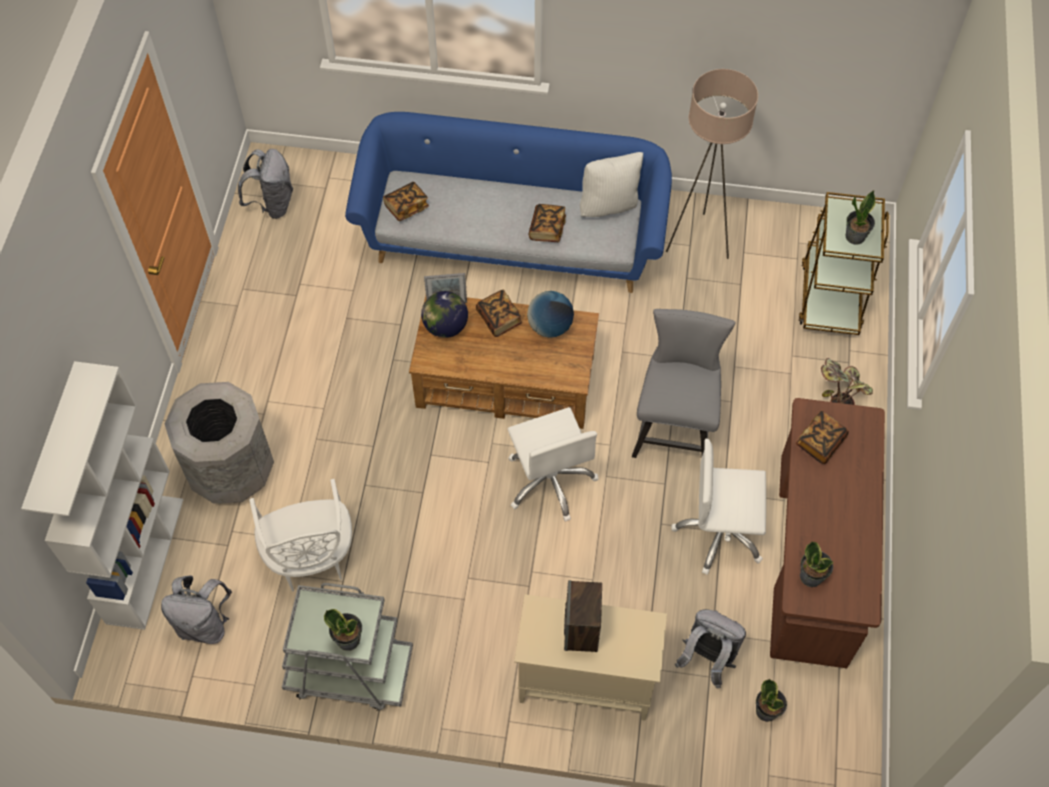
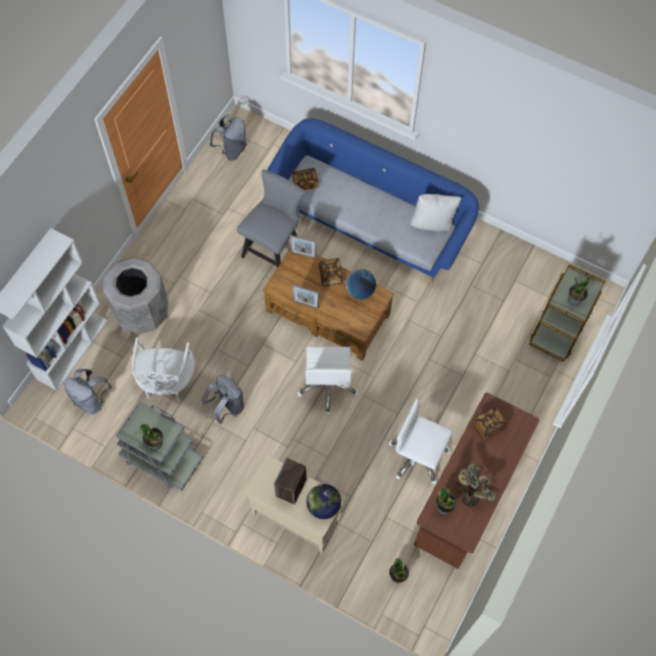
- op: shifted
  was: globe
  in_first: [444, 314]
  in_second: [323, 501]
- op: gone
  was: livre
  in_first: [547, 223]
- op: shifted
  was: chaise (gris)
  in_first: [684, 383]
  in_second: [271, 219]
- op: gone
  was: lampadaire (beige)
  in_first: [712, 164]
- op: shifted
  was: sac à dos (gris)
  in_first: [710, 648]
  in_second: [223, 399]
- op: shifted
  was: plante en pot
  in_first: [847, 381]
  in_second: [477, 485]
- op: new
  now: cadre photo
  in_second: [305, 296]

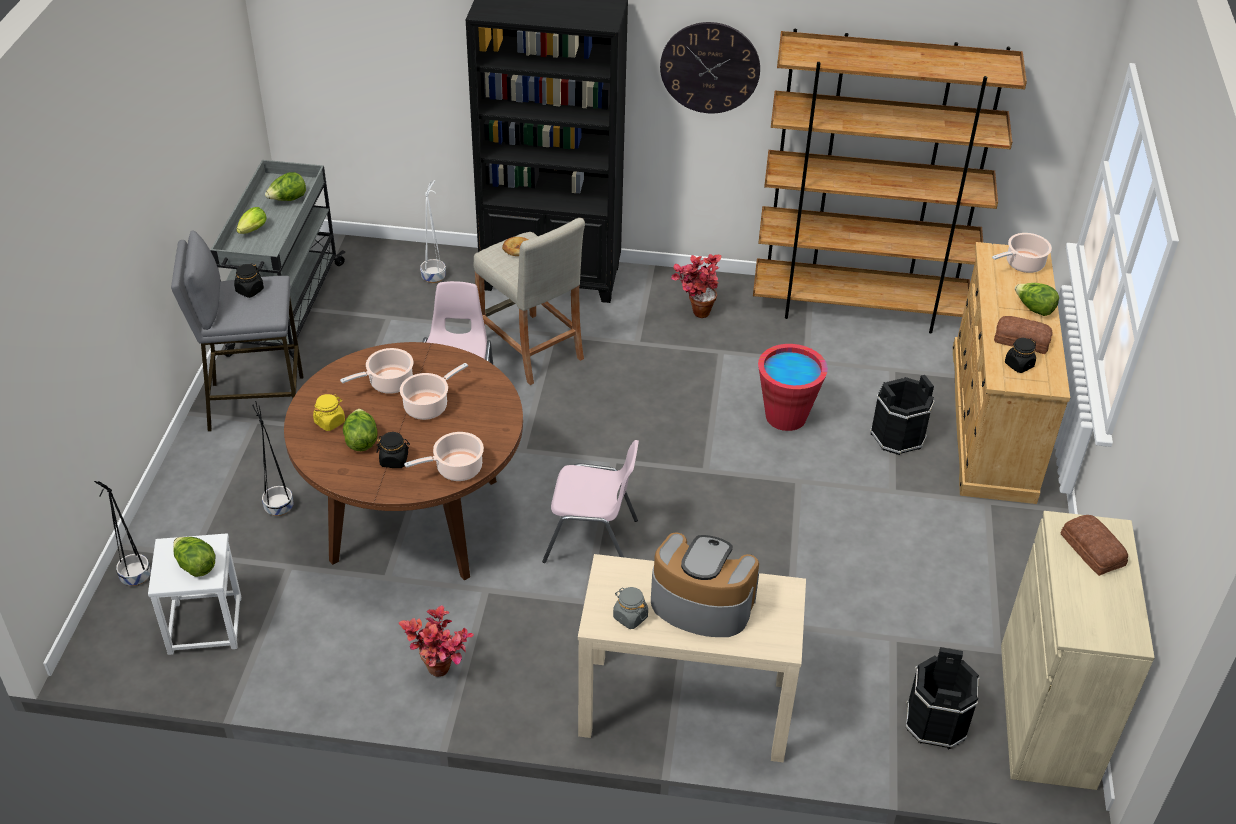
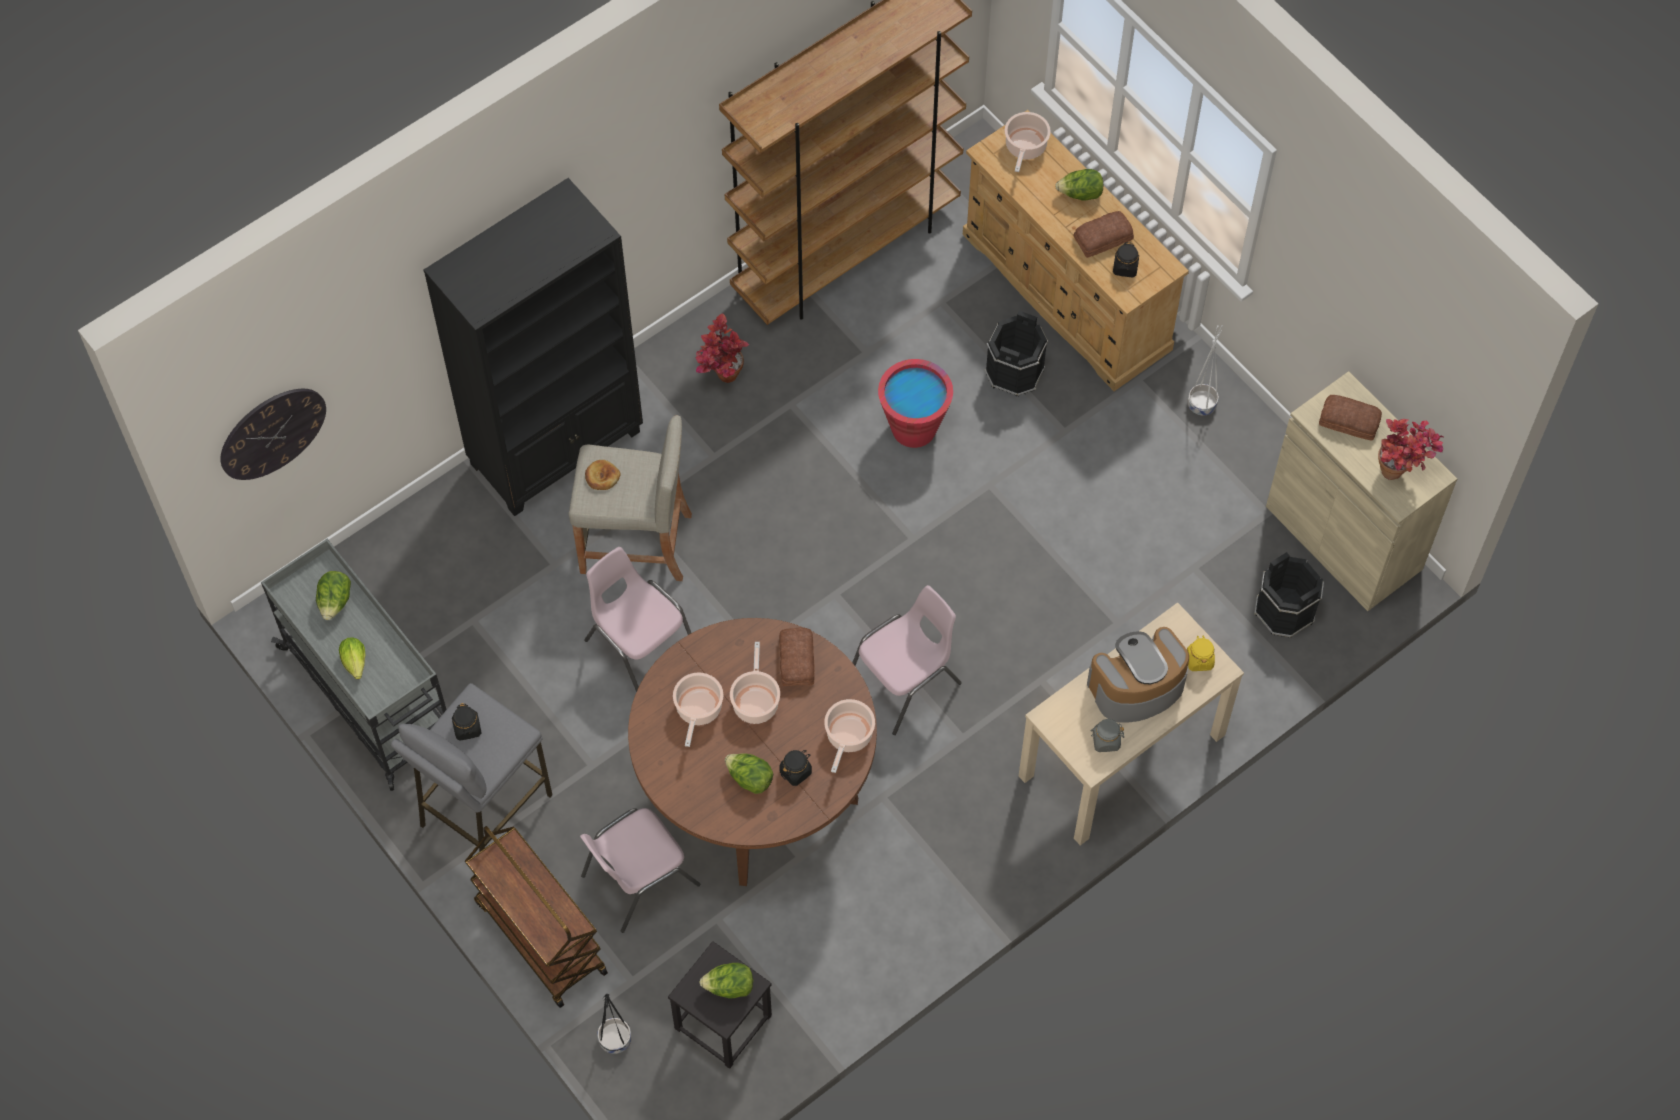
- op: repainted
  was: tabouret (blanc)
  now: tabouret (noir)
  in_first: [194, 594]
  in_second: [720, 1005]
- op: swapped
  was: cache-pot (noir)
  now: chaise (rose)
  in_first: [272, 458]
  in_second: [640, 870]
- op: shifted
  was: bocal (jaune)
  in_first: [329, 412]
  in_second: [1201, 653]
- op: shifted
  was: plante en pot
  in_first: [436, 641]
  in_second: [1410, 449]
- op: shifted
  was: cache-pot (blanc)
  in_first: [433, 231]
  in_second: [1205, 370]
- op: shifted
  was: horloge murale
  in_first: [710, 67]
  in_second: [273, 434]
- op: new
  now: chariot (marron)
  in_second: [536, 917]
- op: new
  now: pain
  in_second: [797, 657]

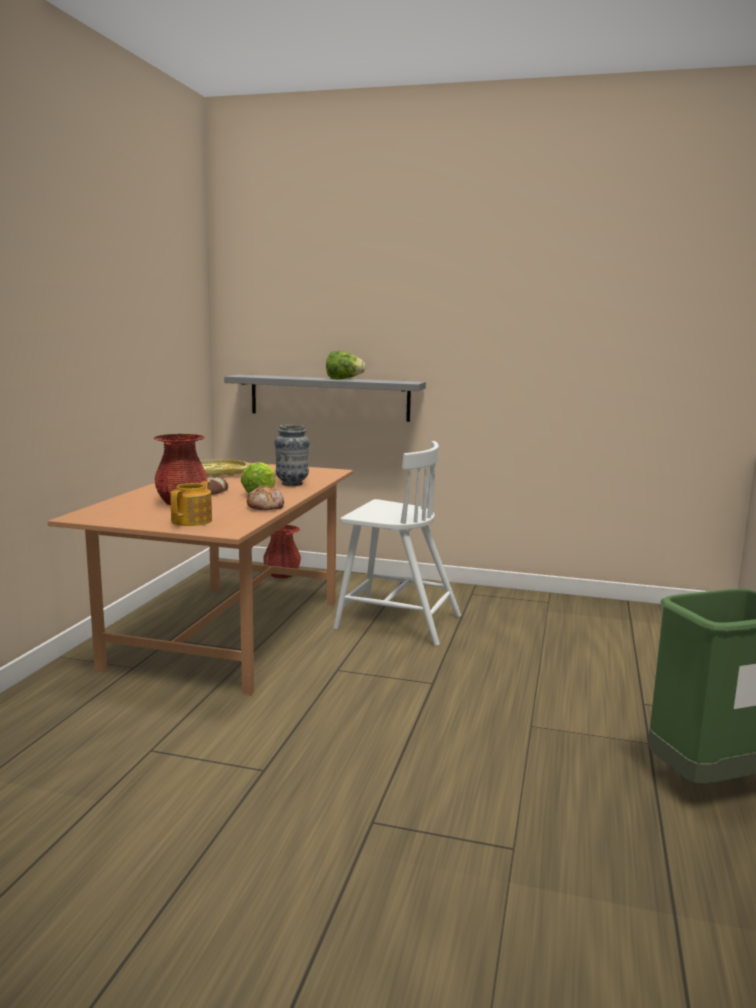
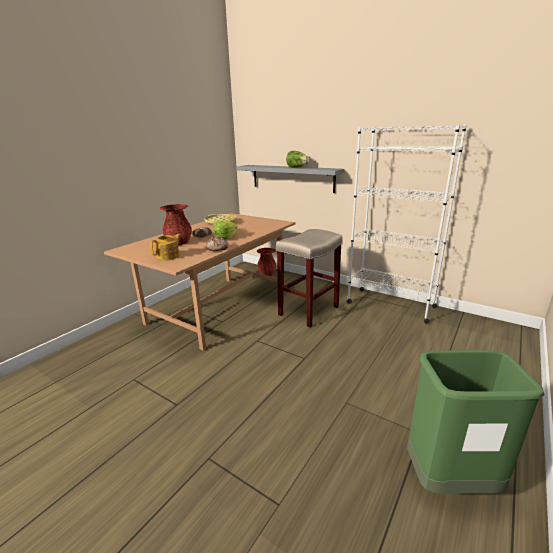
- op: gone
  was: vase
  in_first: [292, 455]
- op: swapped
  was: chaise (blanc)
  now: tabouret (beige)
  in_first: [397, 543]
  in_second: [309, 278]
- op: new
  now: bibliothèque (blanc)
  in_second: [407, 224]

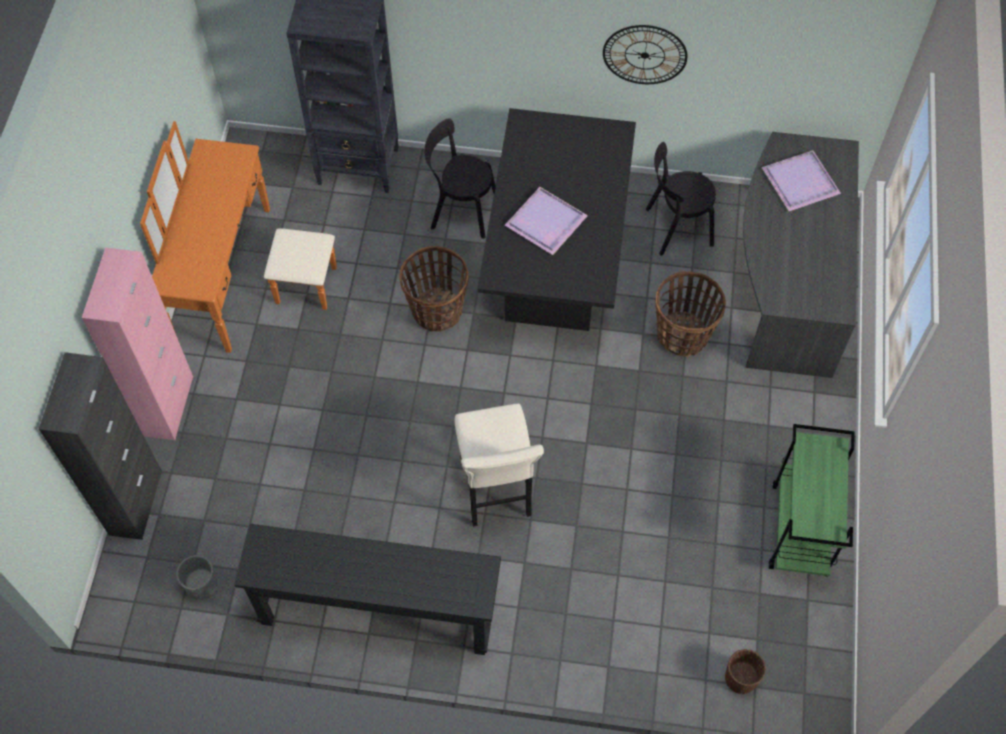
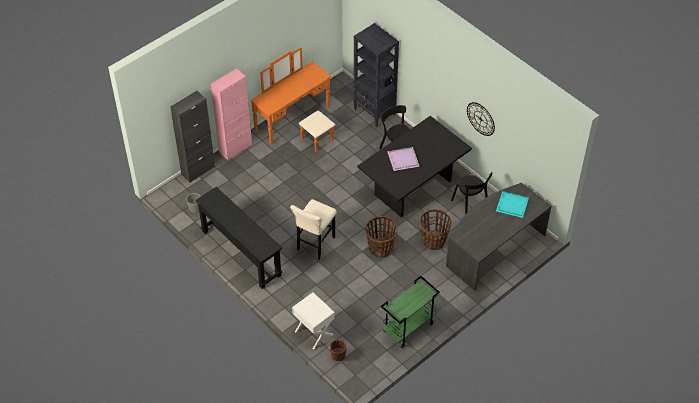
- op: shifted
  was: panier
  in_first: [434, 289]
  in_second: [382, 236]
- op: rotated
  was: chaise (noir)
  in_first: [681, 199]
  in_second: [471, 193]
  clockwise: -150
- op: repainted
  was: plateau (violet)
  now: plateau (turquoise)
  in_first: [801, 180]
  in_second: [512, 204]
- op: new
  now: table de chevet (blanc)
  in_second: [313, 321]

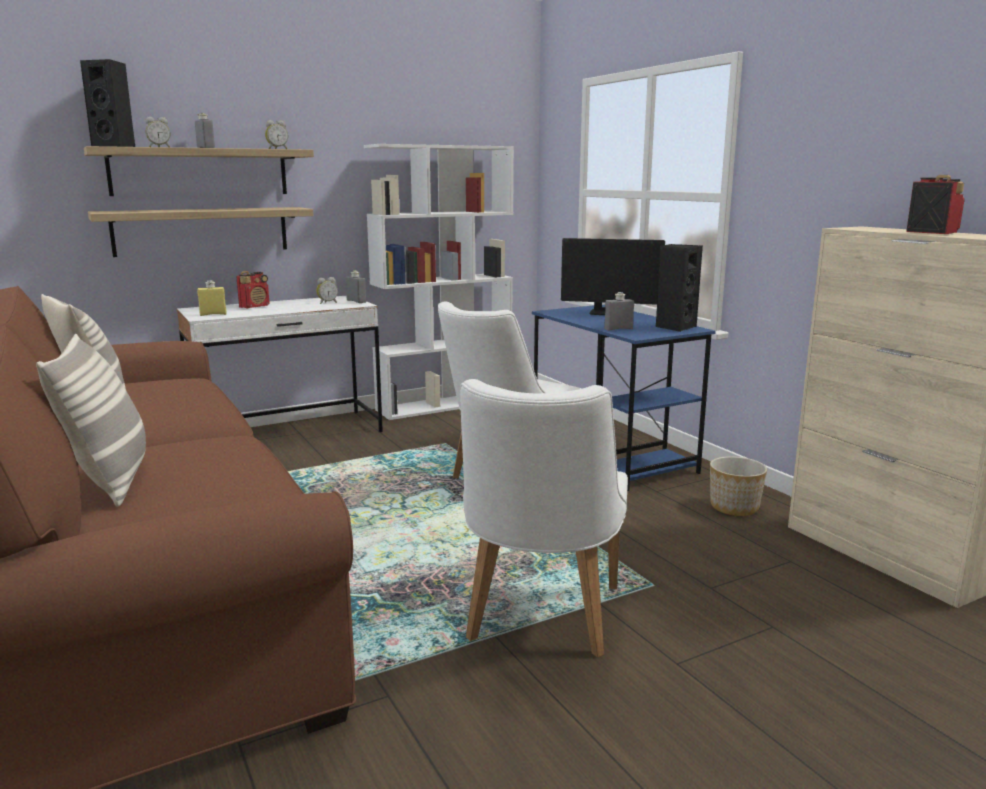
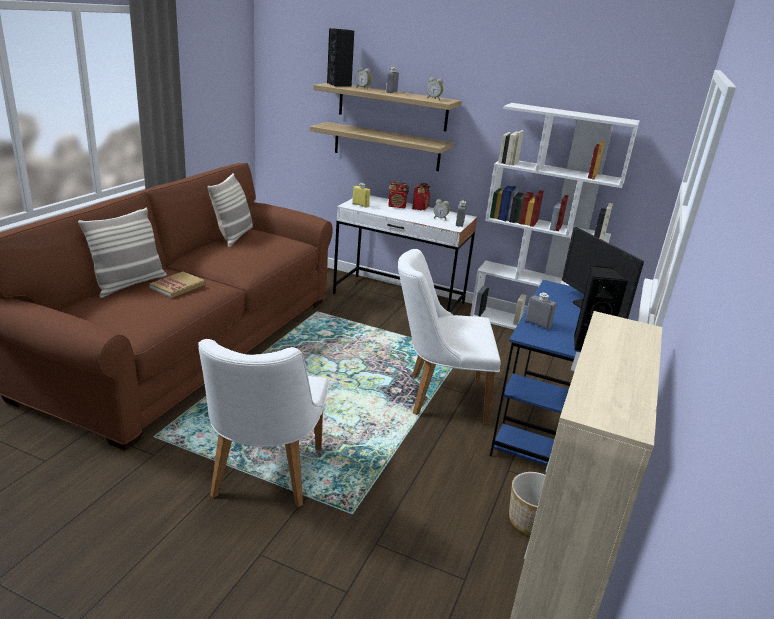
- op: rotated
  was: chaise (blanc)
  in_first: [544, 518]
  in_second: [263, 423]
  clockwise: -60
- op: shifted
  was: radio
  in_first: [935, 204]
  in_second: [421, 197]
- op: new
  now: livre
  in_second: [177, 285]

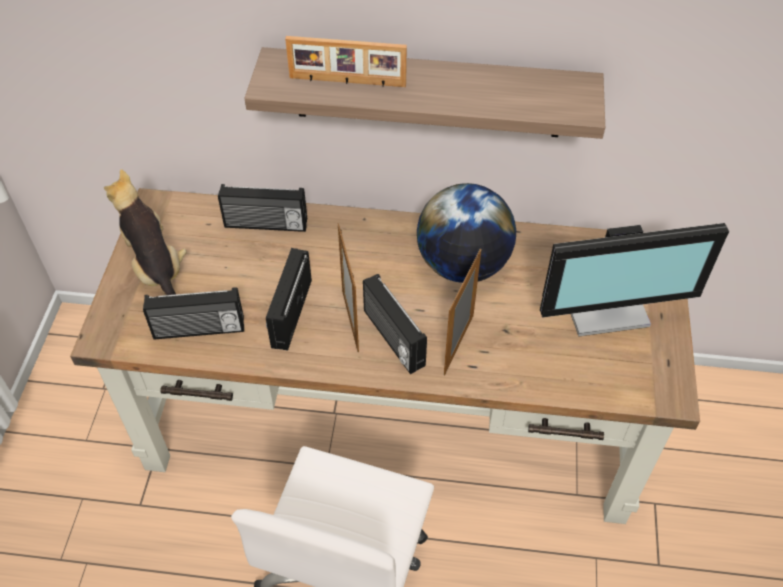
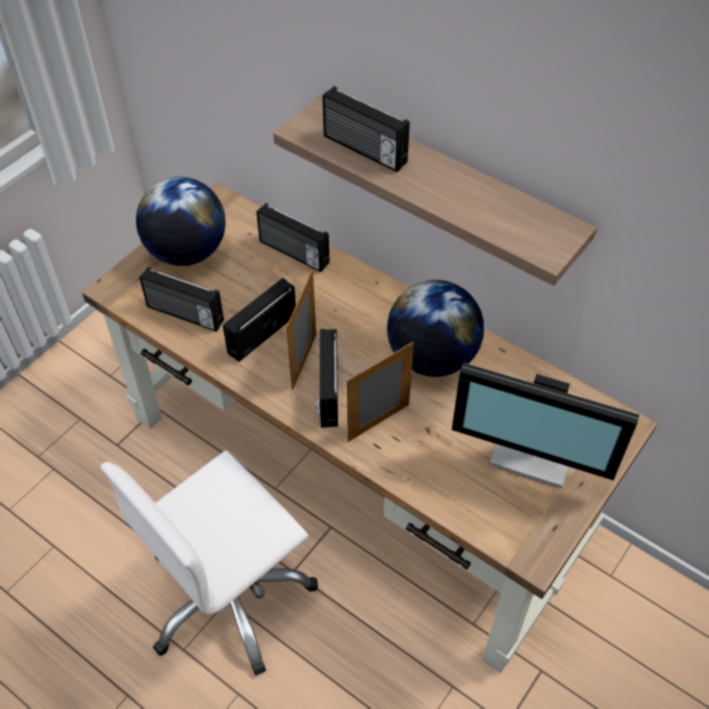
- op: swapped
  was: peluche
  now: globe
  in_first: [145, 232]
  in_second: [180, 221]
- op: swapped
  was: cadre photo
  now: radio
  in_first: [346, 61]
  in_second: [366, 129]

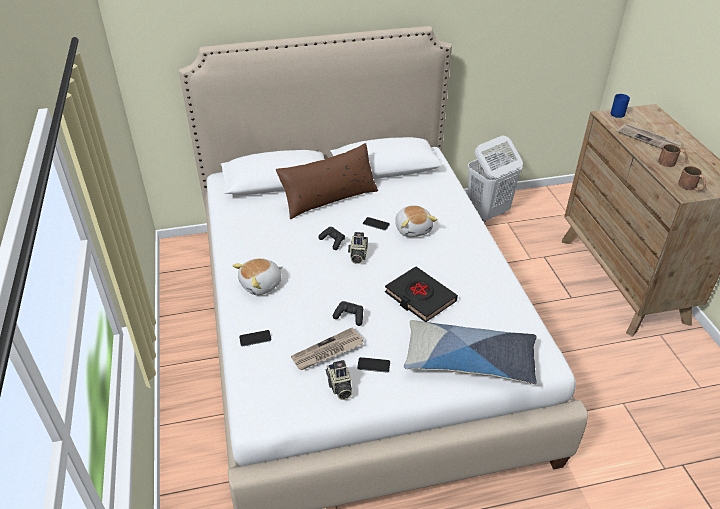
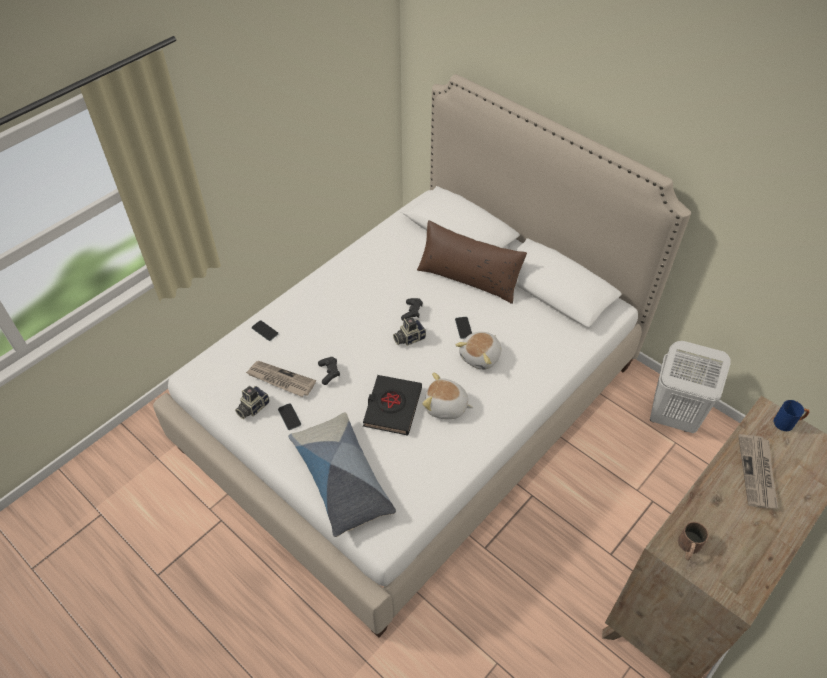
- op: shifted
  was: peluche
  in_first: [257, 276]
  in_second: [447, 395]
- op: gone
  was: mug (marron)
  in_first: [673, 155]

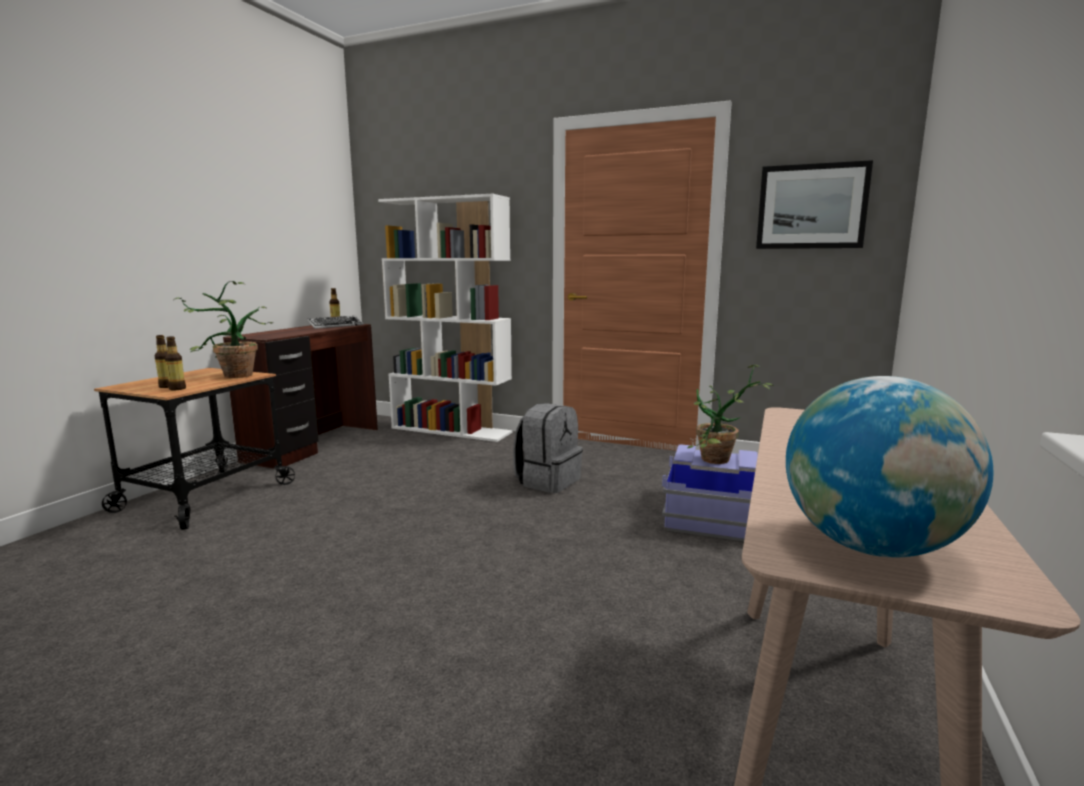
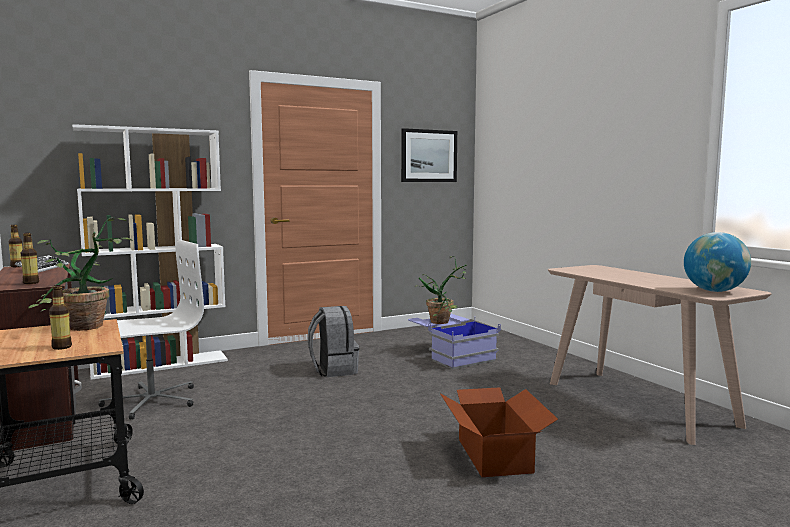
- op: shifted
  was: bouteille
  in_first: [175, 363]
  in_second: [30, 258]
- op: new
  now: chaise de bureau (blanc)
  in_second: [151, 330]
- op: new
  now: carton
  in_second: [499, 432]

